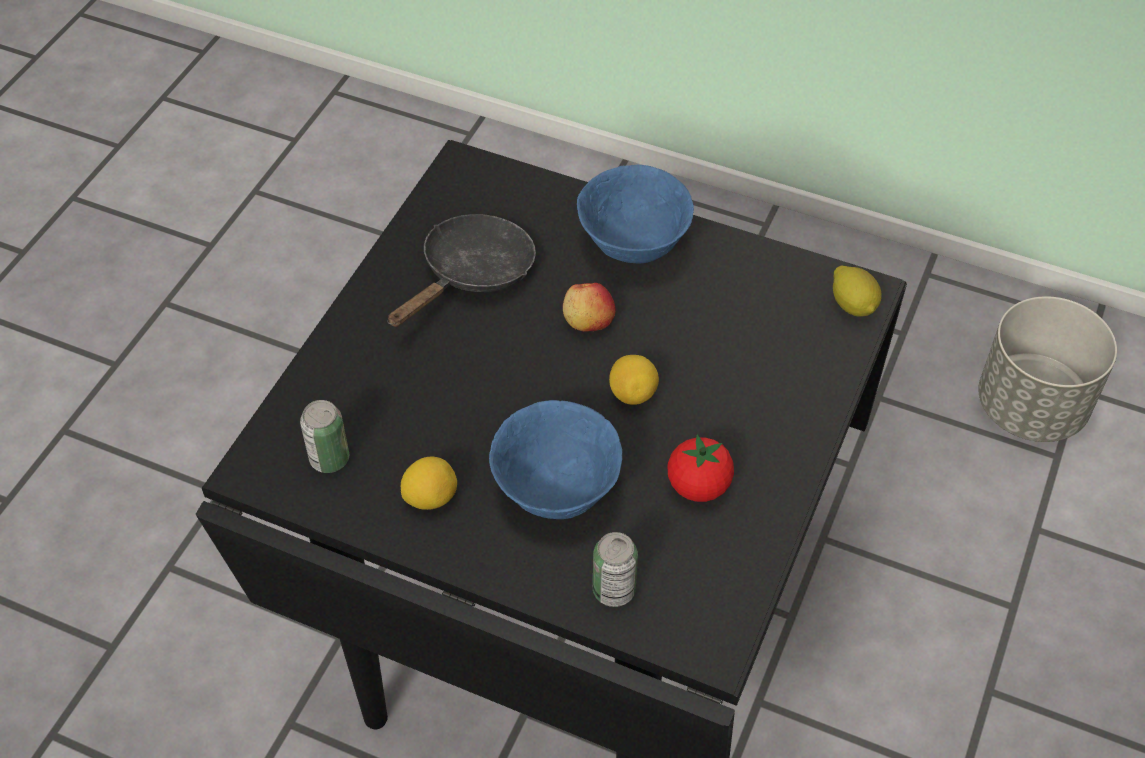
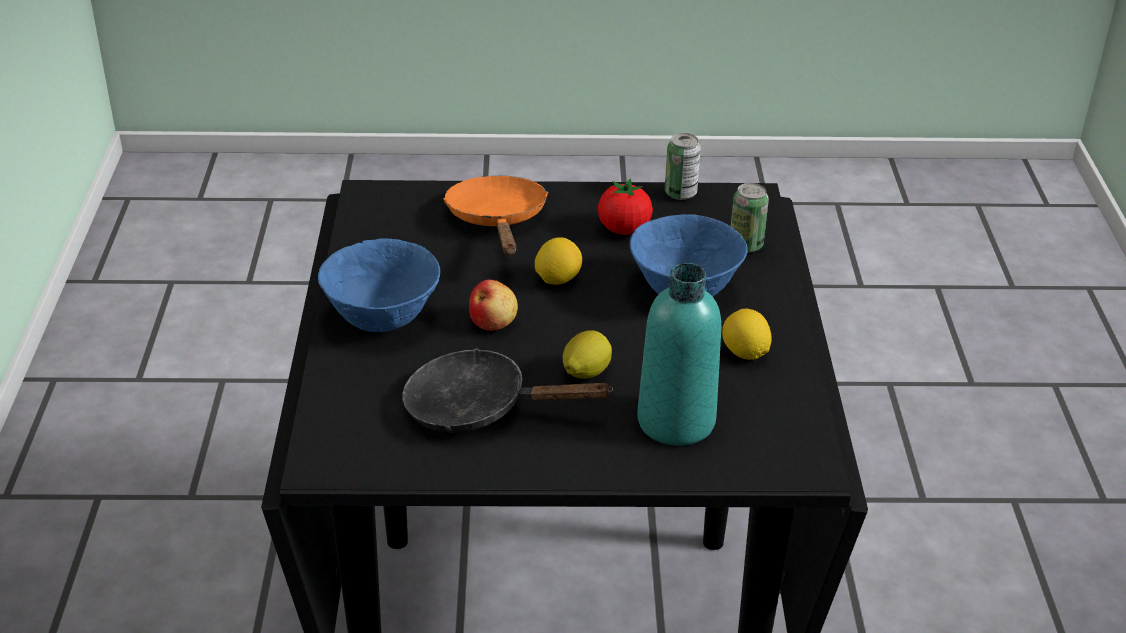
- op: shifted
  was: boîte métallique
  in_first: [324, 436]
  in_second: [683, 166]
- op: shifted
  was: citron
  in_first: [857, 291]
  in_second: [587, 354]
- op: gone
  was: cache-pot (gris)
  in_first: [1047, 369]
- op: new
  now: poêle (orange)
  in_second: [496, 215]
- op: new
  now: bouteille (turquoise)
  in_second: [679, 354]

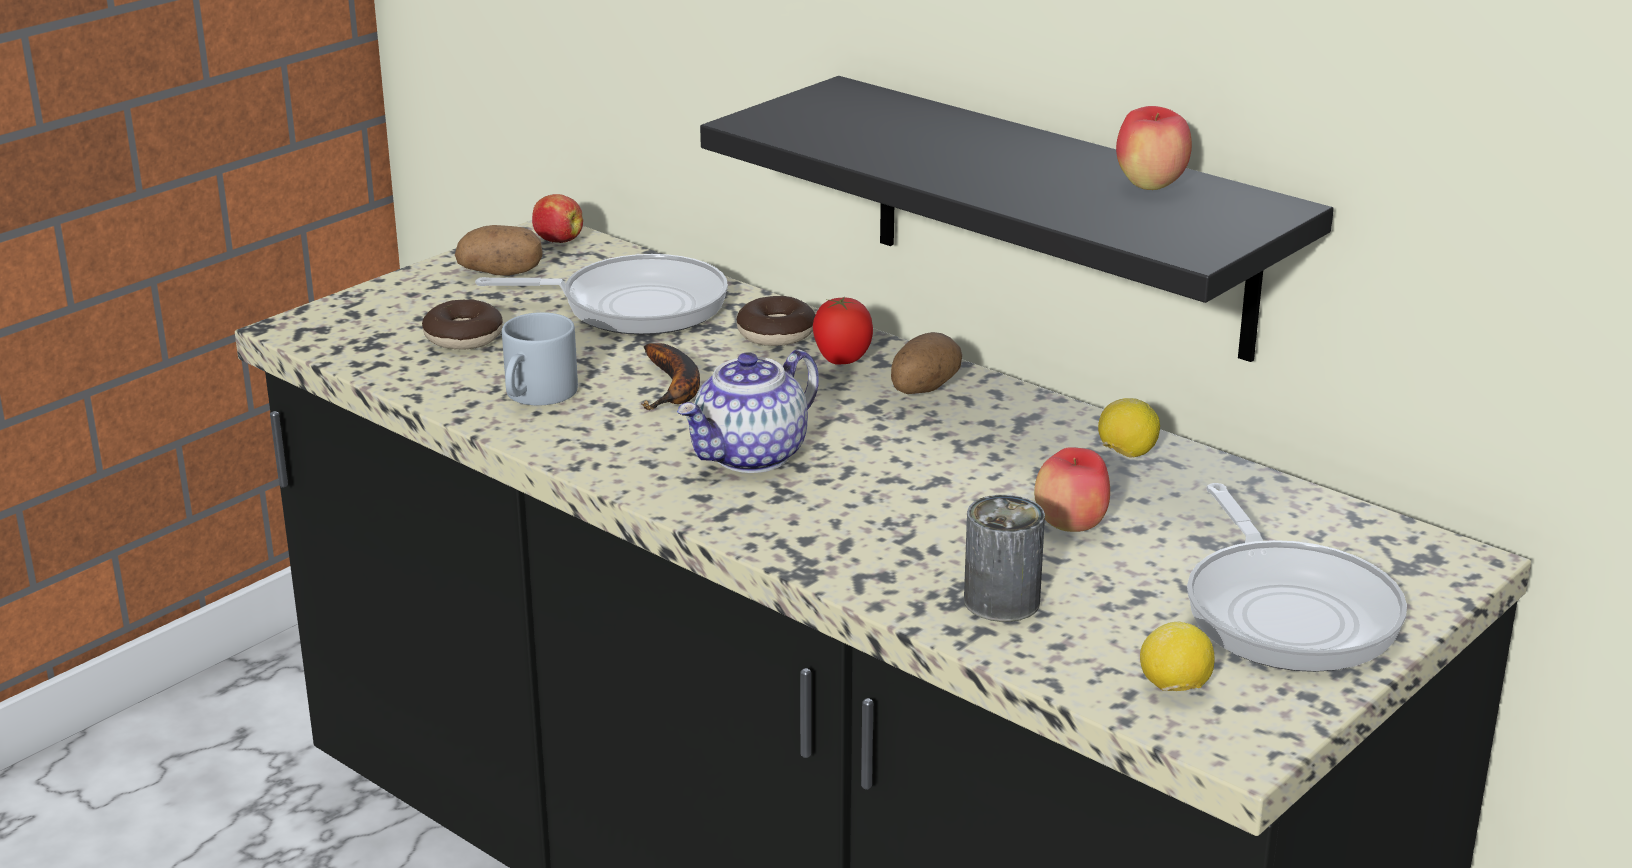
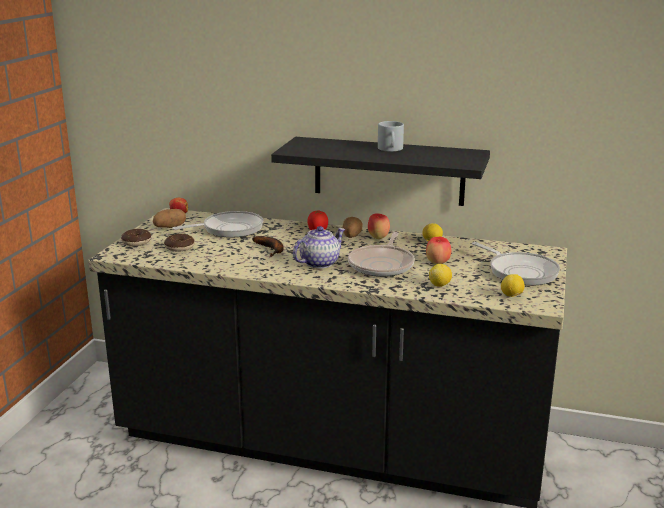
- op: shifted
  was: mug (gris)
  in_first: [540, 359]
  in_second: [391, 136]
- op: rotated
  was: théière
  in_first: [748, 411]
  in_second: [319, 247]
  clockwise: -150
- op: shifted
  was: beignet
  in_first: [776, 321]
  in_second: [136, 237]
- op: swapped
  was: boîte métallique
  now: citron
  in_first: [1004, 558]
  in_second: [440, 275]
- op: shifted
  was: pomme
  in_first: [1154, 148]
  in_second: [379, 226]
- op: new
  now: poêle
  in_second: [381, 254]

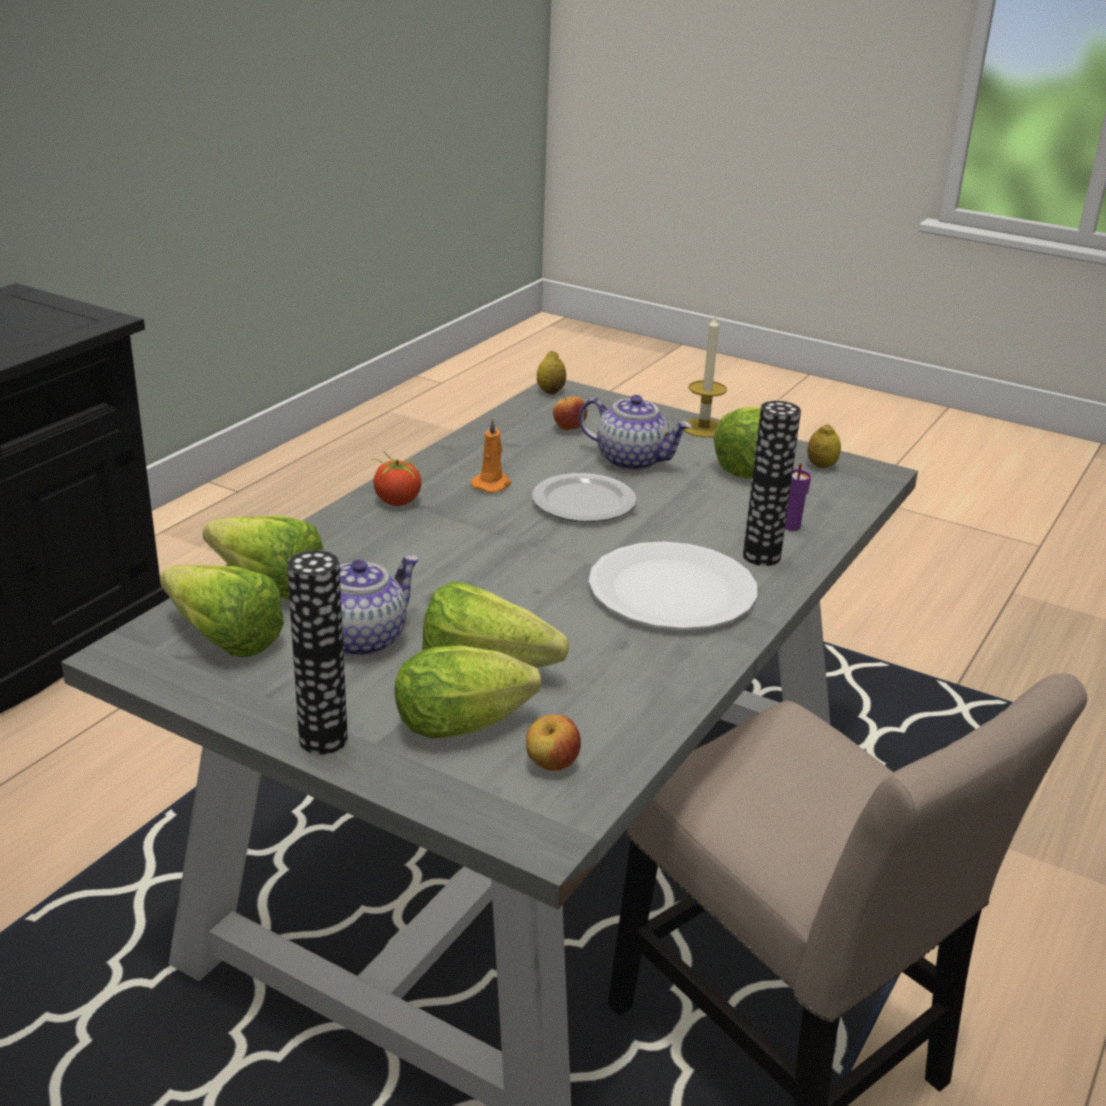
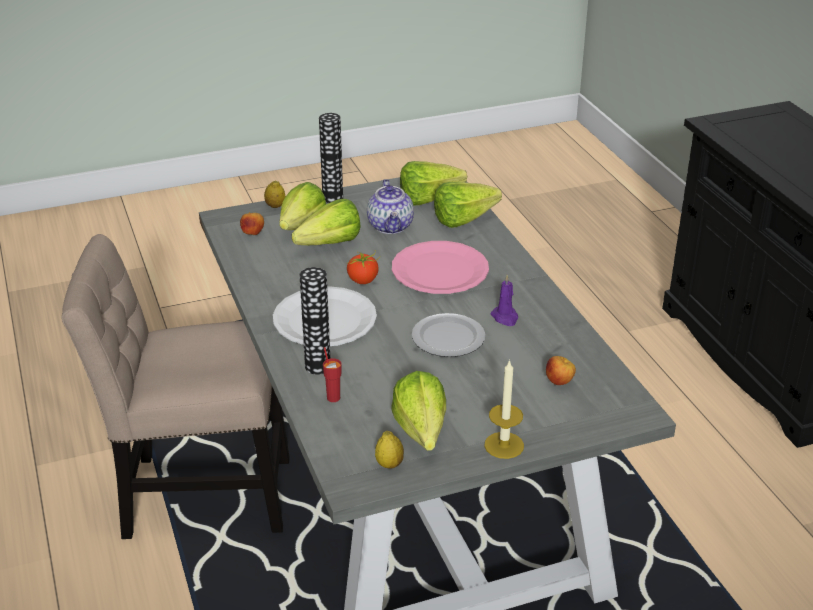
- op: shifted
  was: tomate
  in_first: [396, 478]
  in_second: [363, 267]
- op: repainted
  was: bougie (orange)
  now: bougie (violet)
  in_first: [491, 455]
  in_second: [504, 300]
- op: shifted
  was: citron
  in_first: [551, 372]
  in_second: [274, 194]
- op: gone
  was: théière
  in_first: [635, 433]
- op: repainted
  was: tasse (violet)
  now: tasse (rouge)
  in_first: [798, 497]
  in_second: [332, 374]
- op: new
  now: assiette (rose)
  in_second: [440, 267]

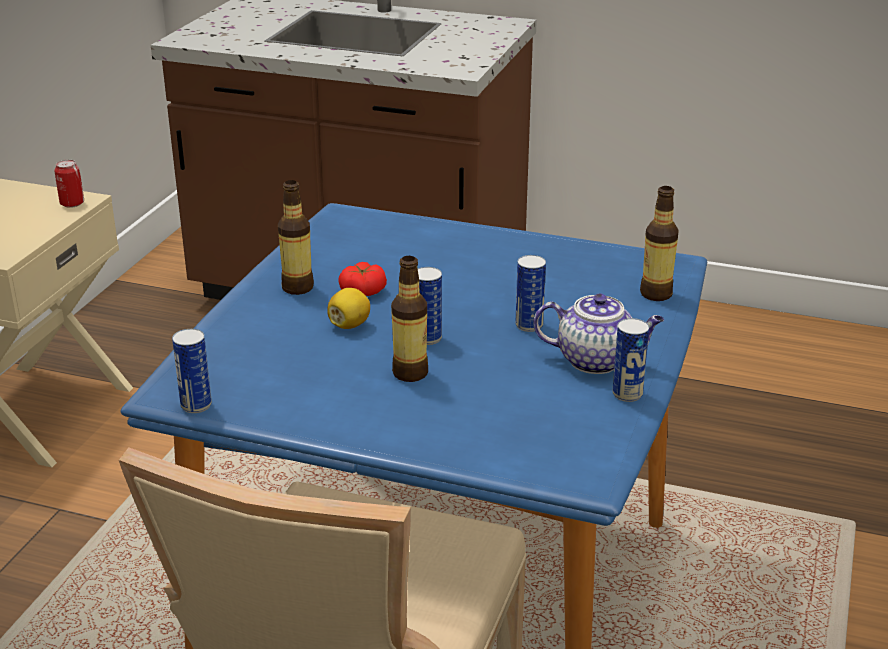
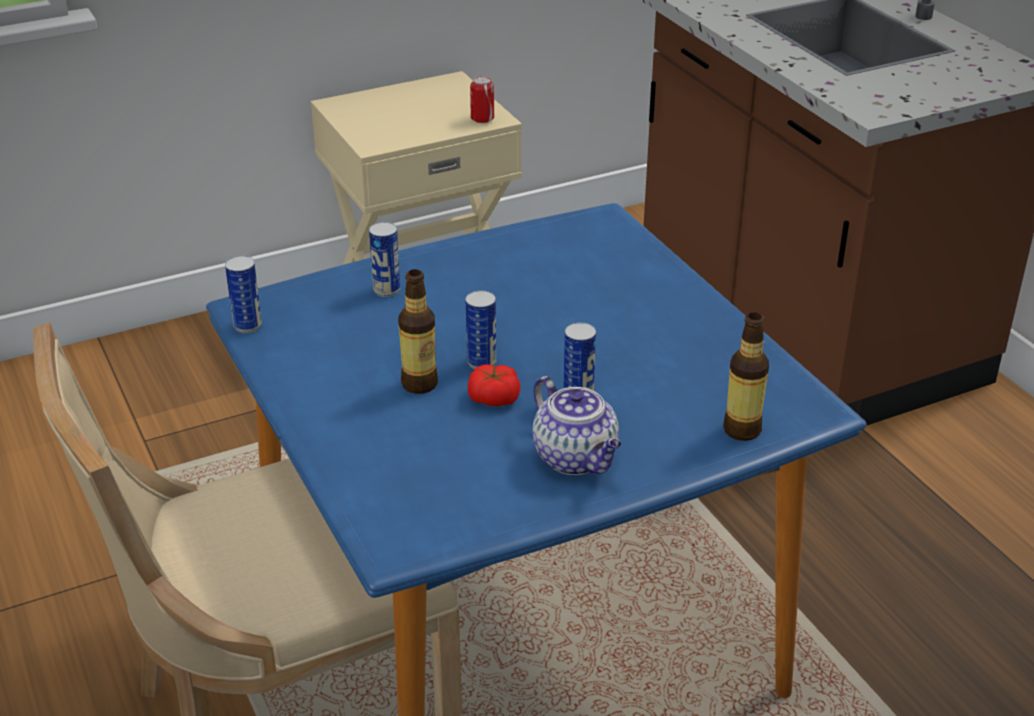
- op: gone
  was: bouteille
  in_first: [296, 237]
- op: gone
  was: citron
  in_first: [348, 308]
- op: shifted
  was: tomate
  in_first: [362, 279]
  in_second: [494, 385]
- op: shifted
  was: boîte métallique
  in_first: [630, 360]
  in_second: [384, 259]

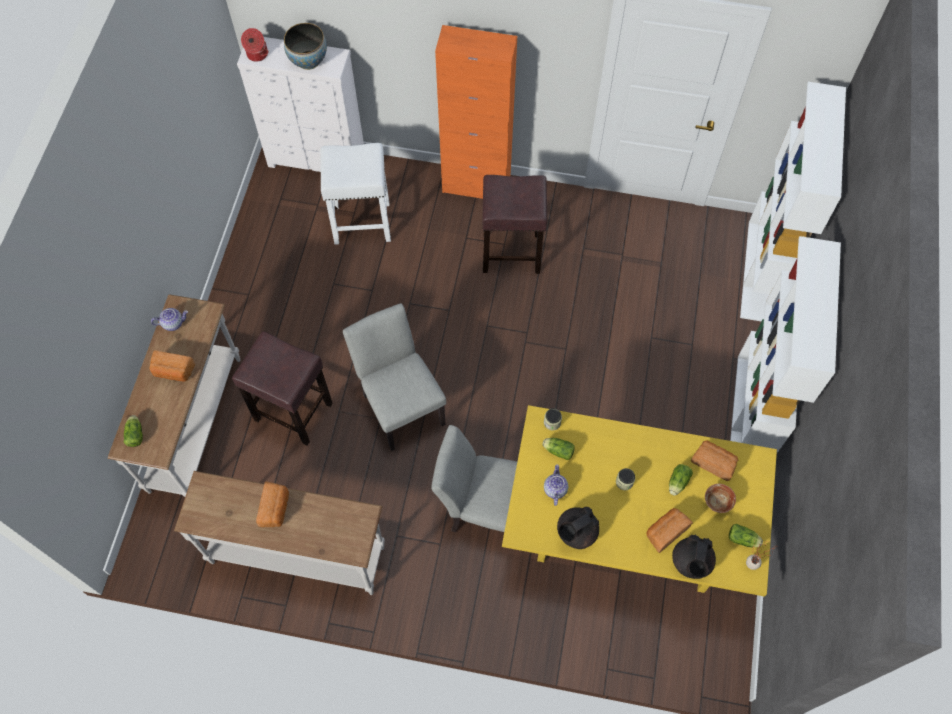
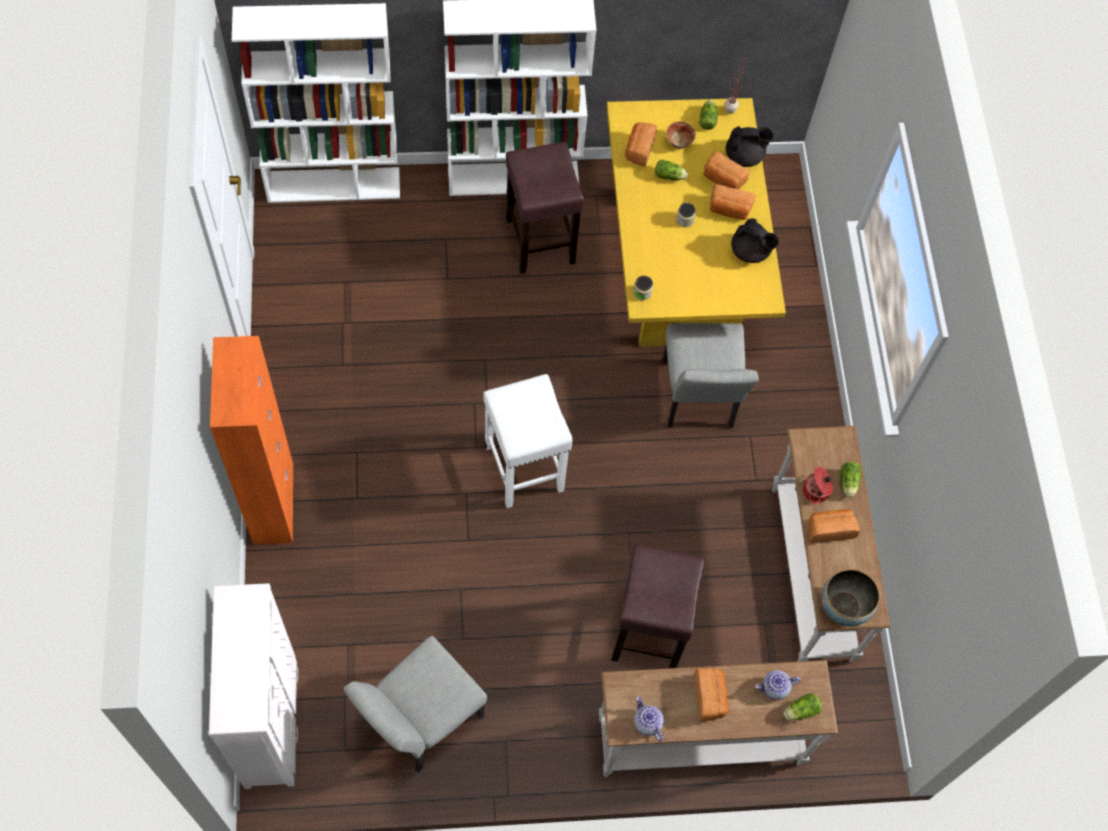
- op: shifted
  was: marmite
  in_first: [255, 45]
  in_second: [818, 485]
- op: shifted
  was: bol
  in_first: [305, 46]
  in_second: [850, 597]
- op: shifted
  was: tabouret (blanc)
  in_first: [356, 194]
  in_second: [528, 441]
- op: shifted
  was: chaise (gris)
  in_first: [394, 377]
  in_second: [415, 704]
- op: shifted
  was: tabouret (marron)
  in_first: [515, 224]
  in_second: [545, 208]
- op: shifted
  was: laitue
  in_first: [559, 449]
  in_second: [851, 480]
- op: shifted
  was: théière
  in_first: [556, 485]
  in_second: [778, 685]
- op: new
  now: pain
  in_second: [733, 202]

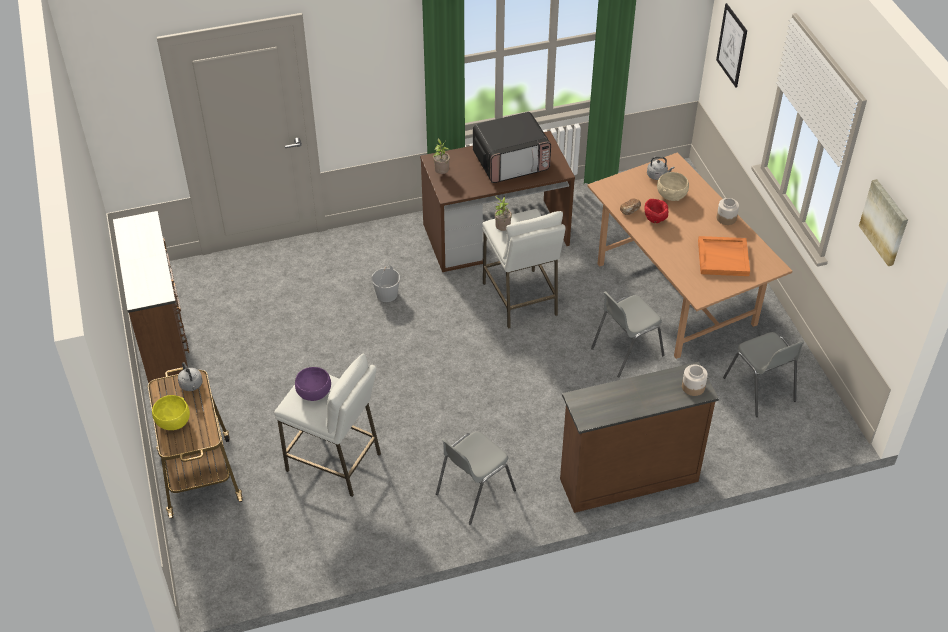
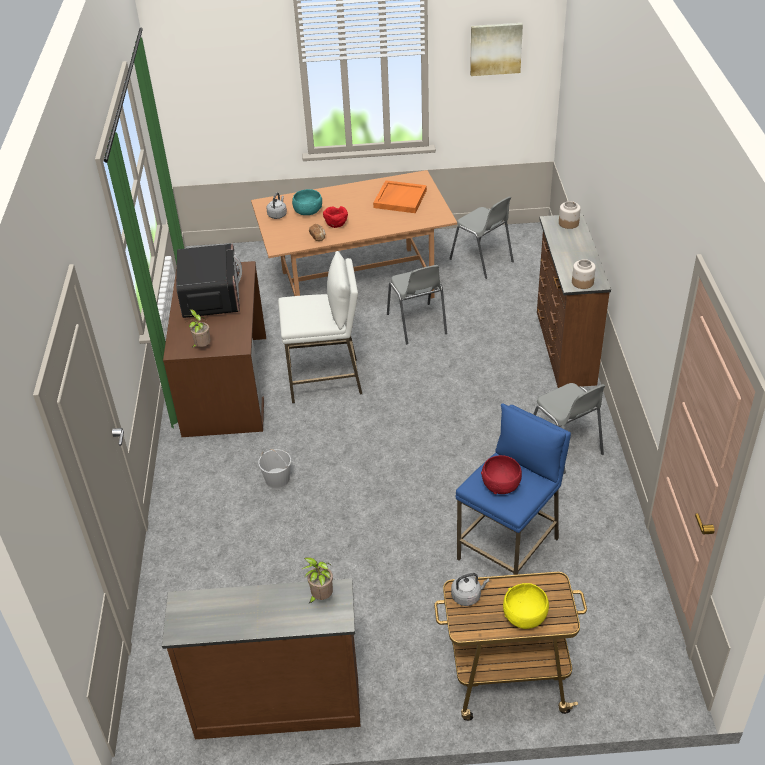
- op: repainted
  was: tabouret (blanc)
  now: tabouret (bleu)
  in_first: [327, 425]
  in_second: [513, 489]
- op: repainted
  was: bol (violet)
  now: bol (rouge)
  in_first: [313, 384]
  in_second: [501, 474]
- op: shifted
  was: plante en pot
  in_first: [503, 213]
  in_second: [317, 580]
- op: repainted
  was: bol (beige)
  now: bol (turquoise)
  in_first: [673, 186]
  in_second: [307, 202]
- op: gone
  was: tableau
  in_first: [731, 45]
- op: shifted
  was: bocal
  in_first: [728, 211]
  in_second: [584, 274]
- op: rotated
  was: chaise (gris)
  in_first: [763, 374]
  in_second: [481, 237]
  clockwise: 60

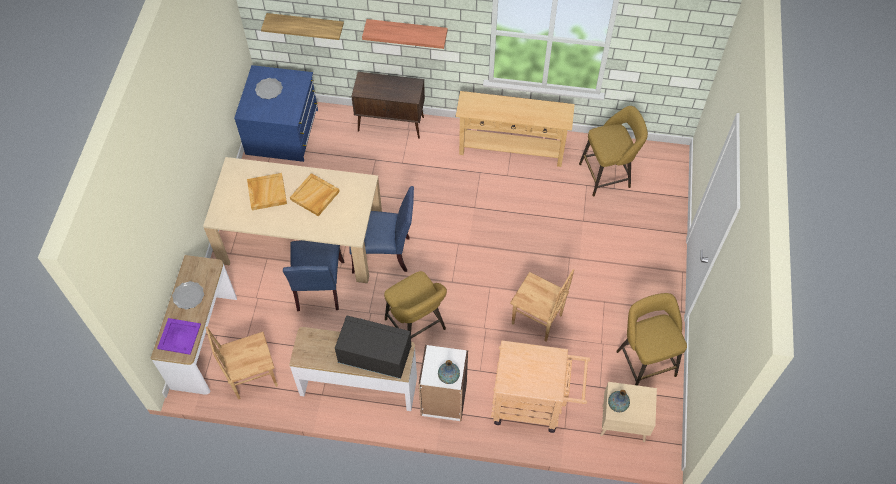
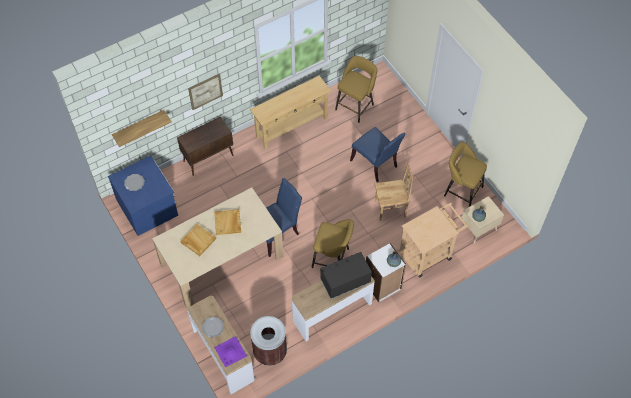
- op: swapped
  was: chaise (marron)
  now: poubelle (marron)
  in_first: [242, 363]
  in_second: [268, 341]
- op: shifted
  was: chaise (bleu)
  in_first: [313, 275]
  in_second: [378, 154]
- op: swapped
  was: étagère
  now: tableau
  in_first: [405, 34]
  in_second: [205, 92]

